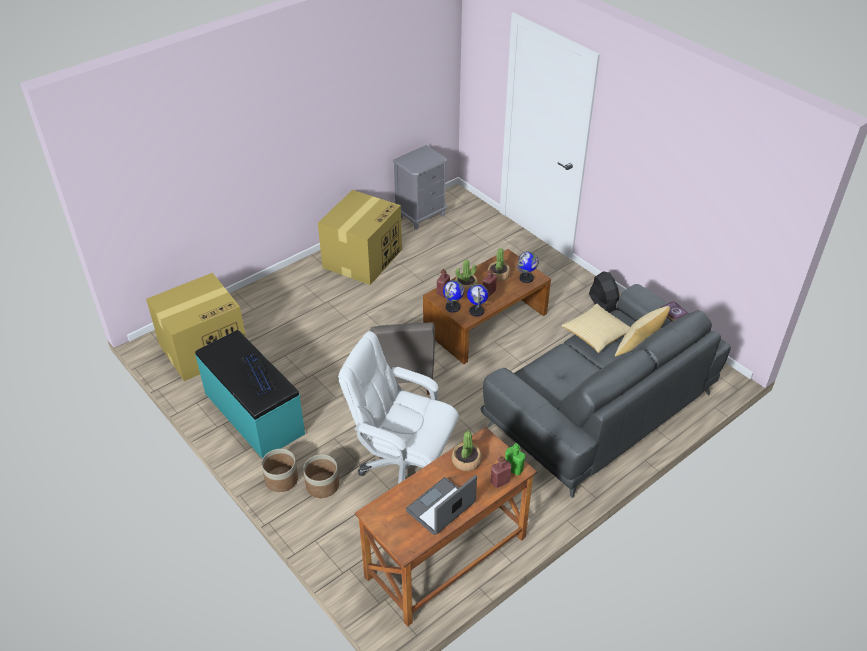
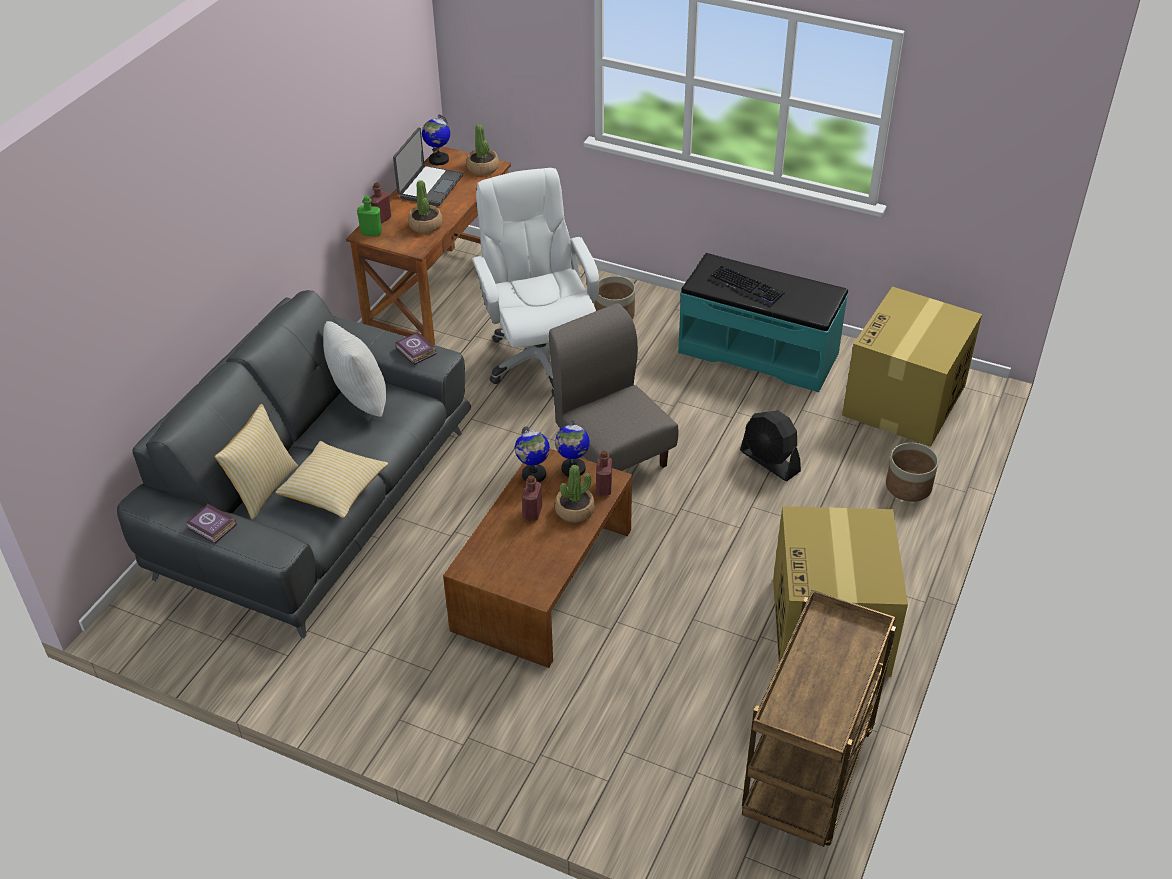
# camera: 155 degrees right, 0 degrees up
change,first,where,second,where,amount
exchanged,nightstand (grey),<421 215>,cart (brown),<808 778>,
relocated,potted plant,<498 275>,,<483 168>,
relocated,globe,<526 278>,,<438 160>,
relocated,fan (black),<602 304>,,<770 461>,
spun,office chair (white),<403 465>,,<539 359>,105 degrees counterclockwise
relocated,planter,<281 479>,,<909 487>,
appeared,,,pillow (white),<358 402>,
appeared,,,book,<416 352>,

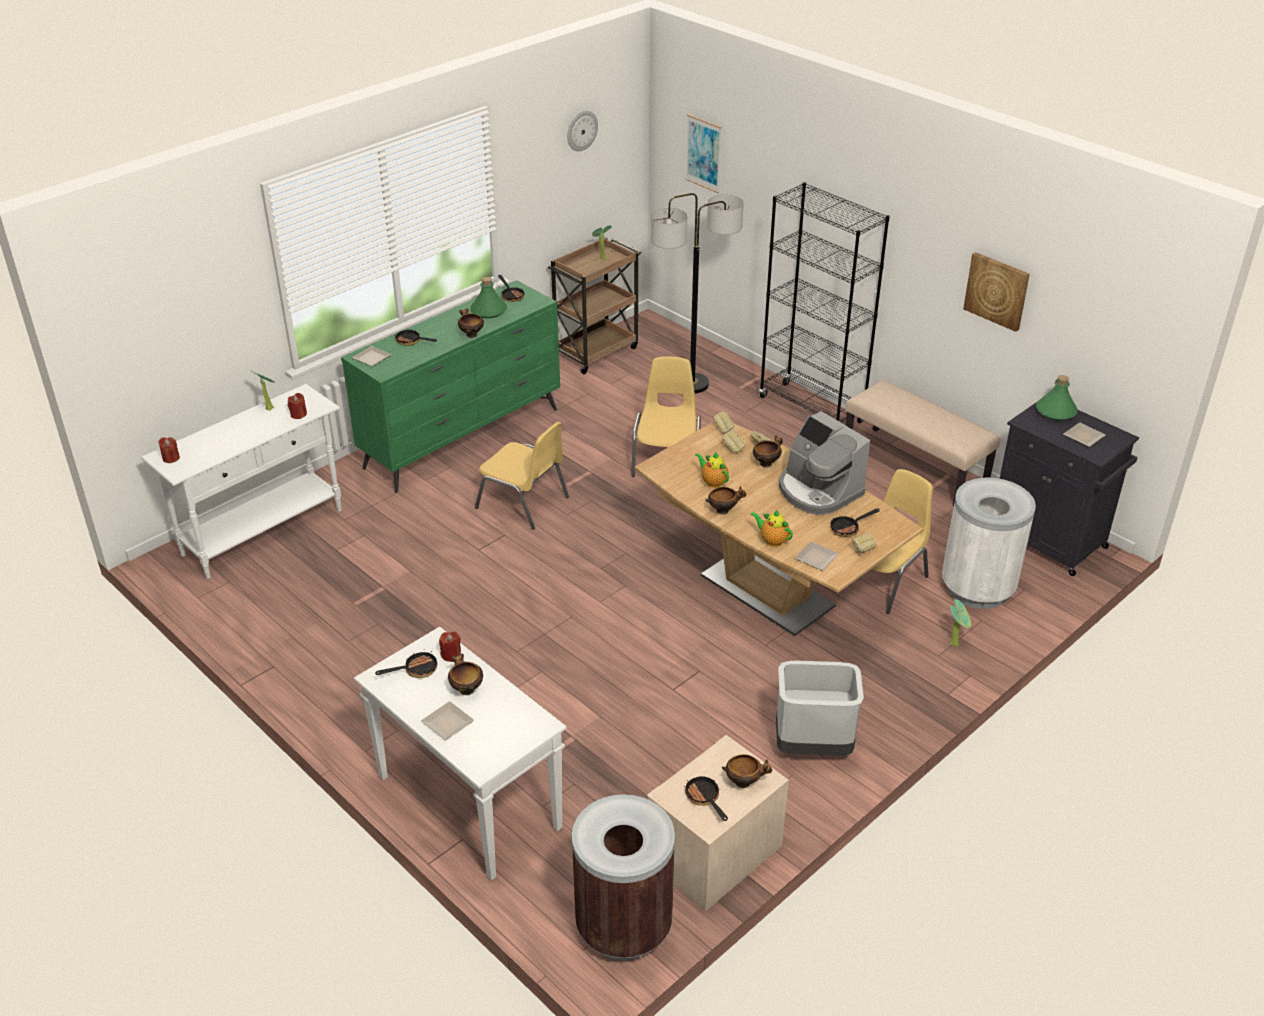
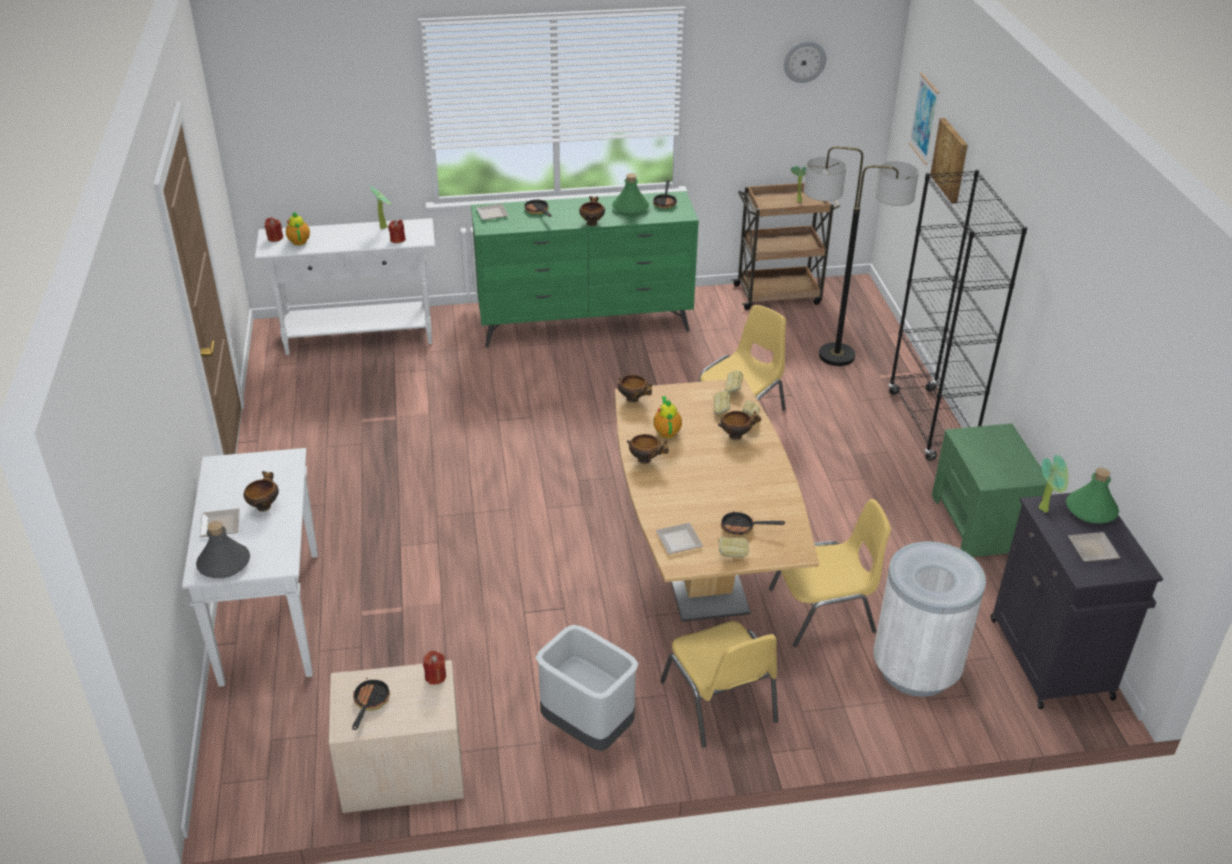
# camera: 35 degrees right, 0 degrees up
change,first,where,second,where,amount
relocated,picture,<997 291>,,<951 160>,
exchanged,bench (beige),<915 467>,nightstand (green),<981 522>,
missing,coffee machine,<818 491>,,,
relocated,chair (yellow),<524 503>,,<720 703>,
relocated,teapot,<772 540>,,<299 241>,
relocated,potted plant,<955 643>,,<1045 509>,
relocated,candle (red),<451 655>,,<435 676>,
missing,frying pan,<416 670>,,,
relocated,bowl,<744 782>,,<633 399>,
missing,trash can (brown),<623 928>,,,
appeared,,,bottle (grey),<224 563>,

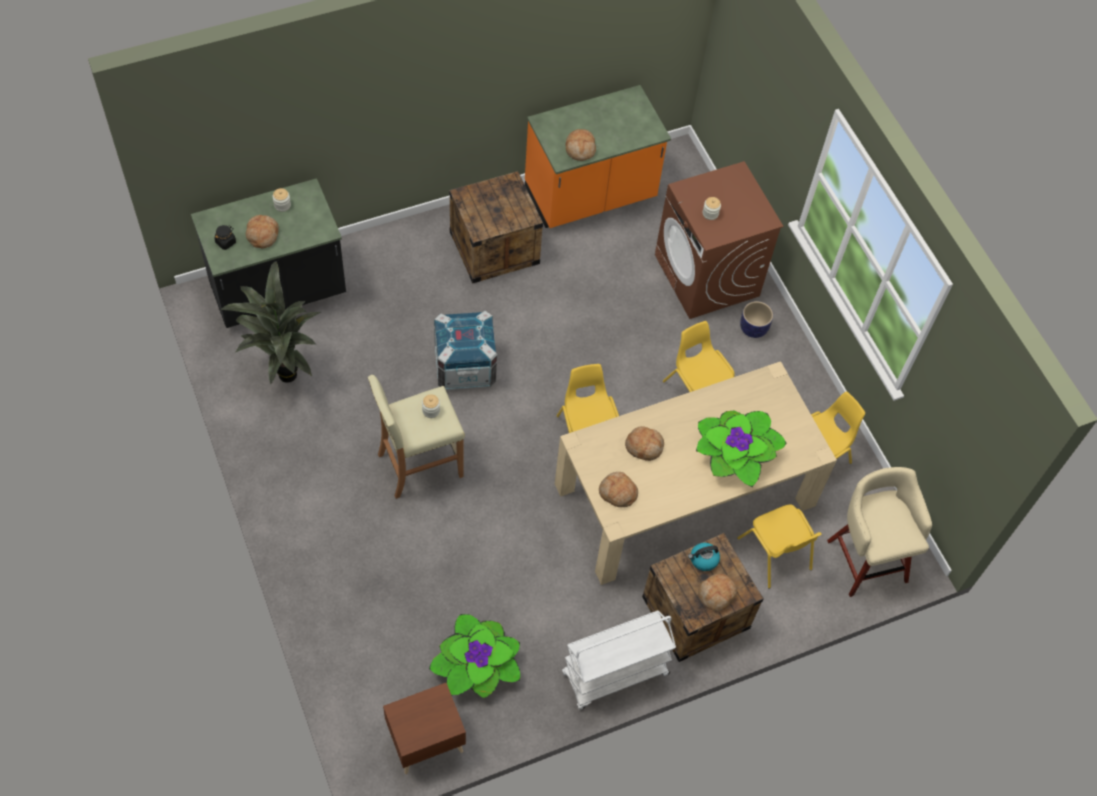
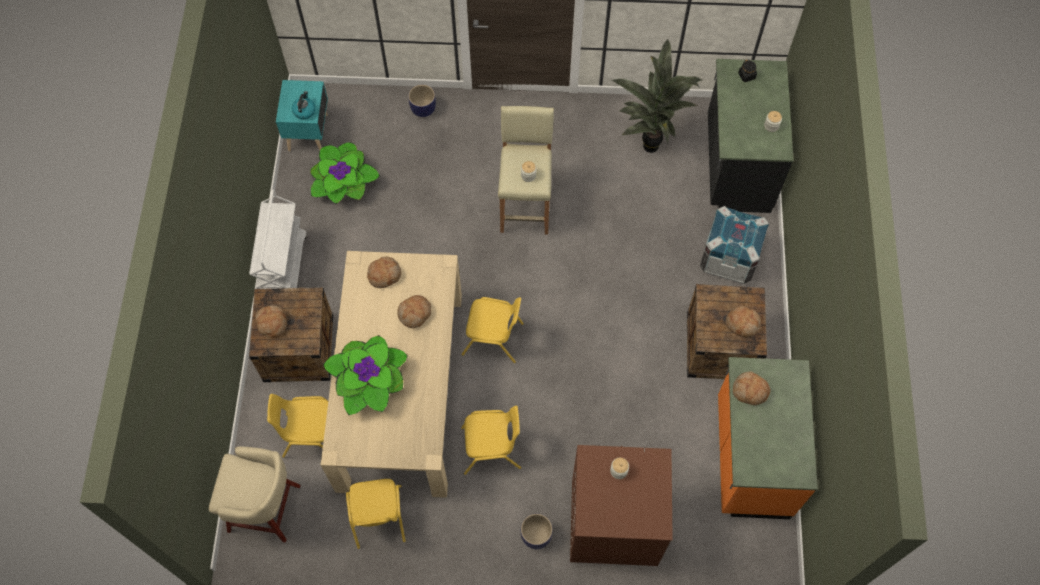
# camera: 120 degrees right, 5 degrees up
change,first,where,second,where,amount
relocated,bread,<262 234>,,<742 324>,
relocated,crate,<465 367>,,<729 258>,
relocated,kettle,<703 560>,,<304 111>,
colour,nightstand (brown),<424 741>,nightstand (turquoise),<309 132>,
appeared,,,planter,<423 108>,

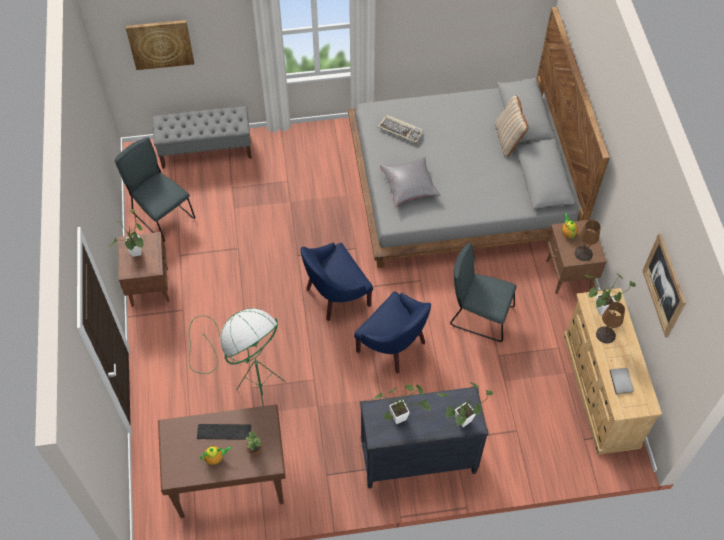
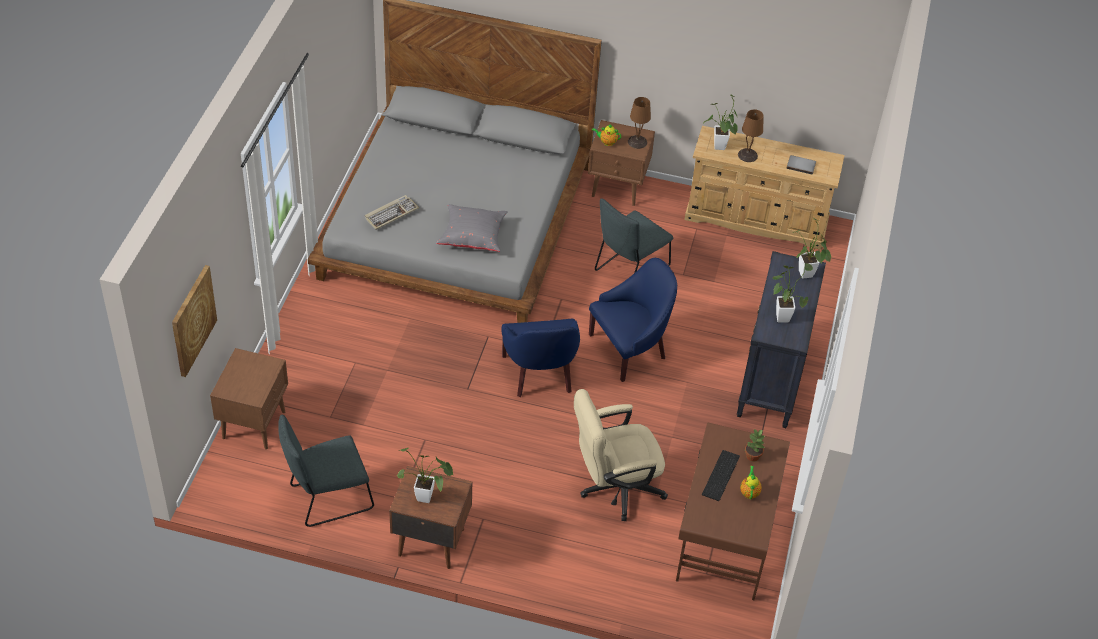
# camera: 70 degrees left, 10 degrees down
change,first,where,second,where,amount
missing,pillow (beige),<508 140>,,,
exchanged,bench (grey),<206 150>,nightstand (brown),<255 424>,
missing,picture,<664 285>,,,
exchanged,floor lamp (green),<247 383>,office chair (beige),<614 488>,

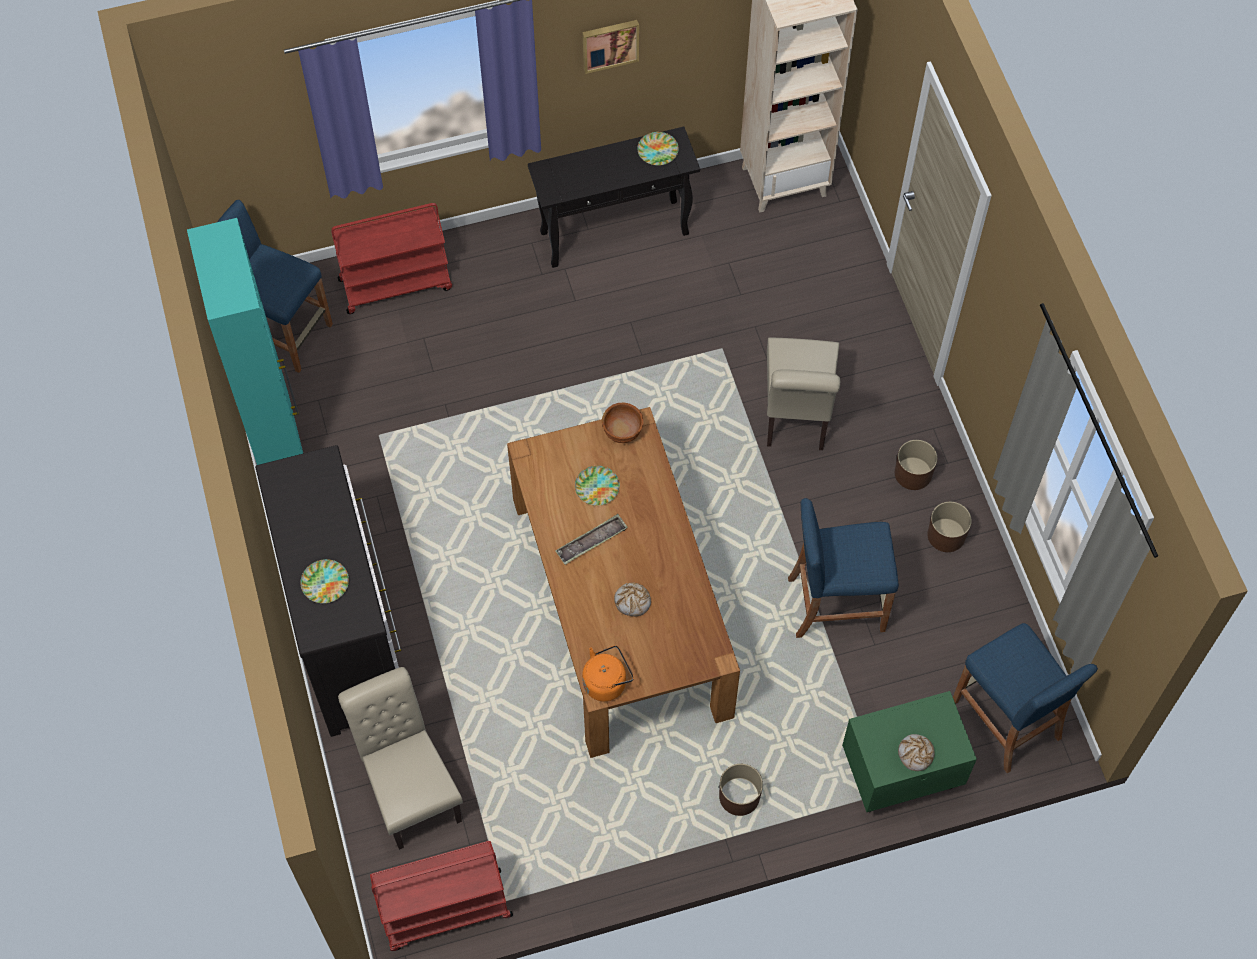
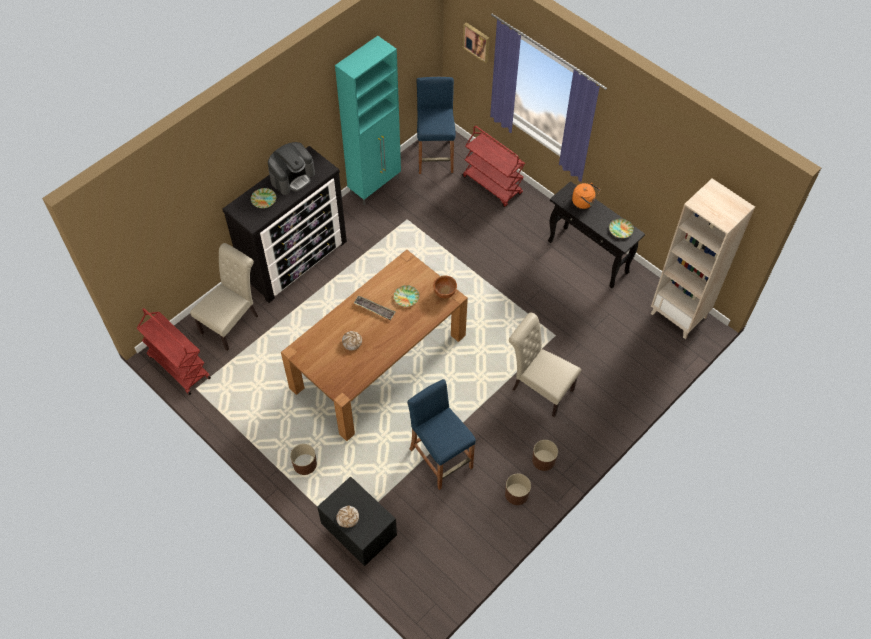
# camera: 60 degrees right, 5 degrees down
change,first,where,second,where,amount
relocated,picture,<610 44>,,<477 42>,
spun,chair (beige),<796 417>,,<539 388>,60 degrees clockwise
missing,stool (blue),<1005 719>,,,
relocated,kettle (orange),<607 682>,,<584 202>,
colour,nightstand (green),<899 775>,nightstand (black),<359 535>,
appeared,,,coffee machine,<292 177>,

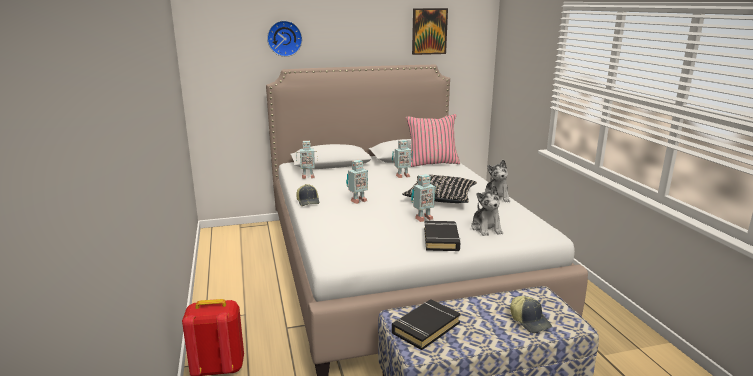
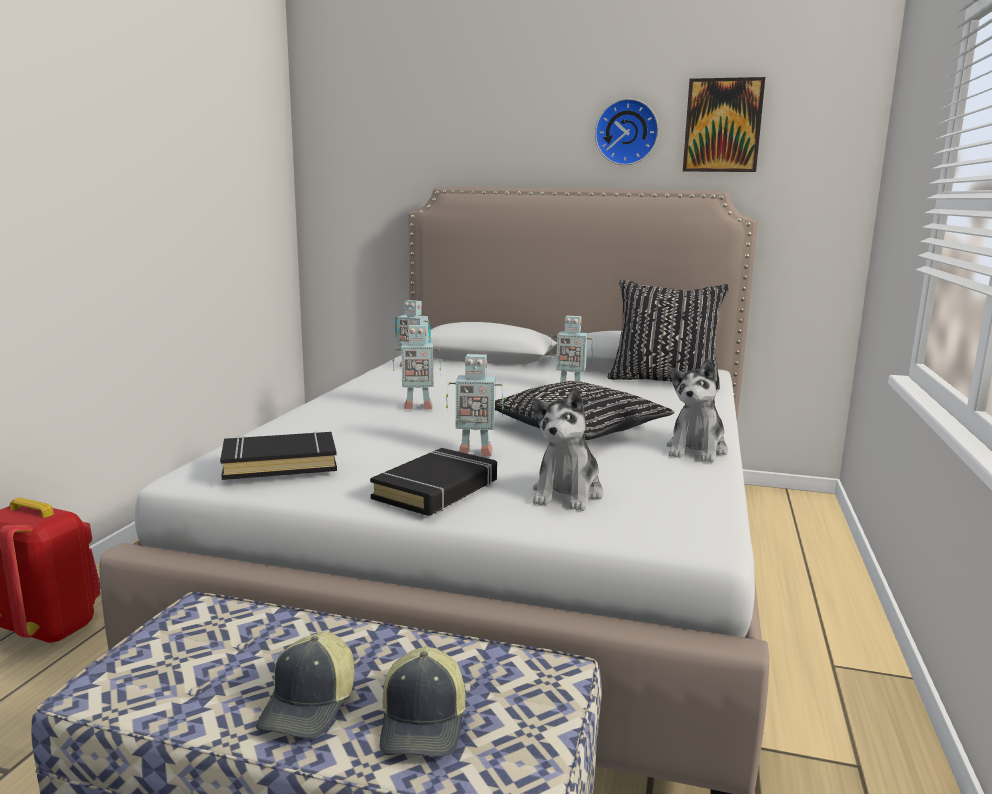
# camera: 30 degrees right, 5 degrees down
change,first,where,second,where,amount
relocated,wall clock,<284 38>,,<627 132>,
colour,pillow (pink),<432 163>,pillow (black),<664 380>,
relocated,cap,<308 201>,,<310 705>,
relocated,book (black),<425 328>,,<280 464>,

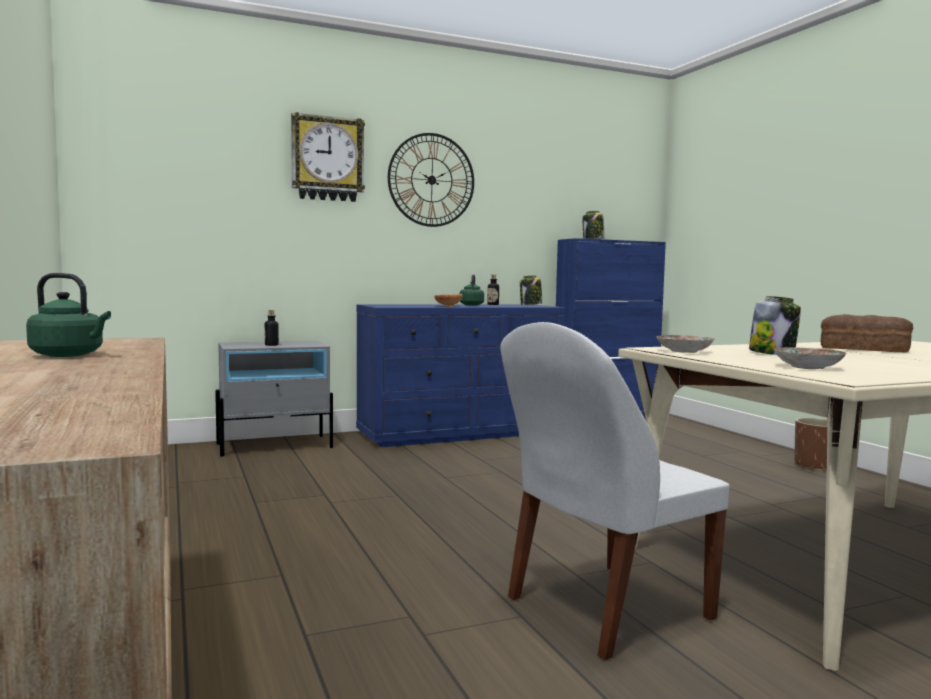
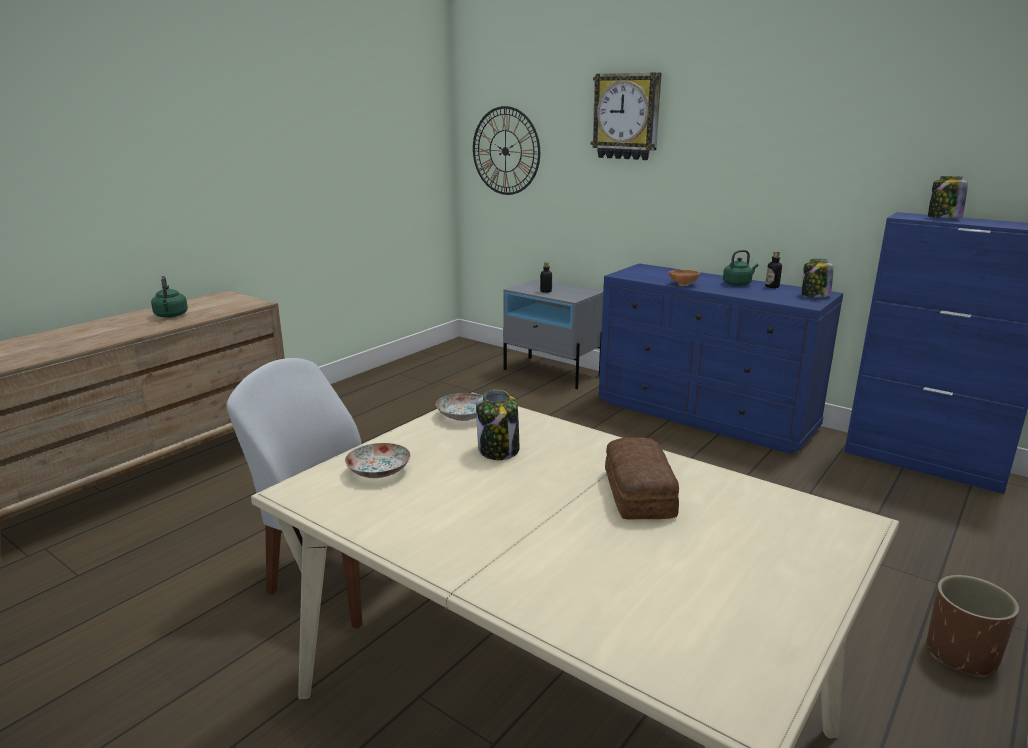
# camera: 60 degrees right, 15 degrees up
change,first,where,second,where,amount
relocated,wall clock,<431 180>,,<505 151>,

